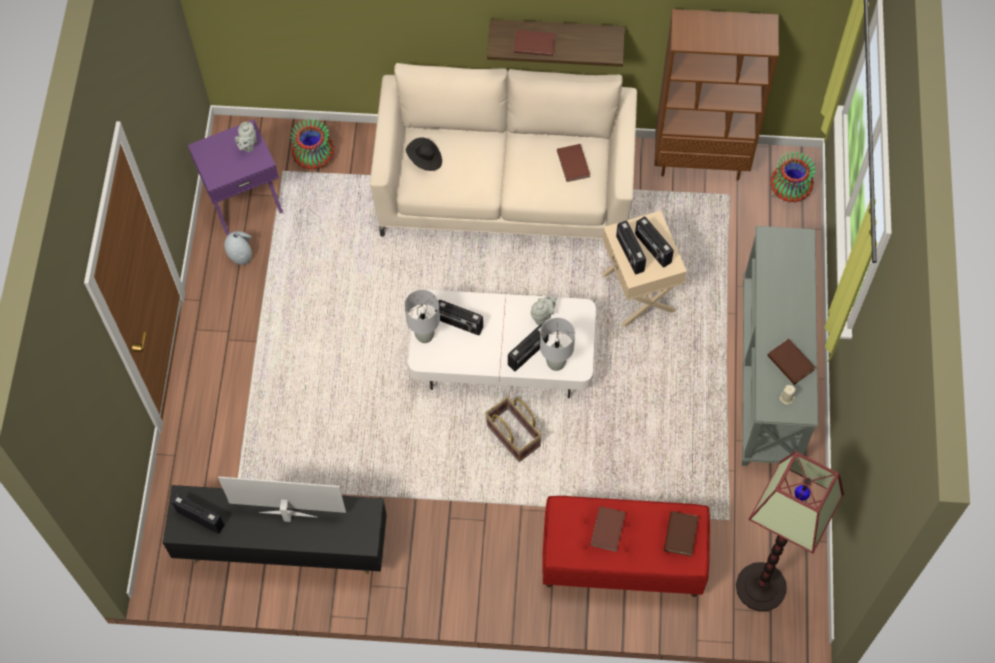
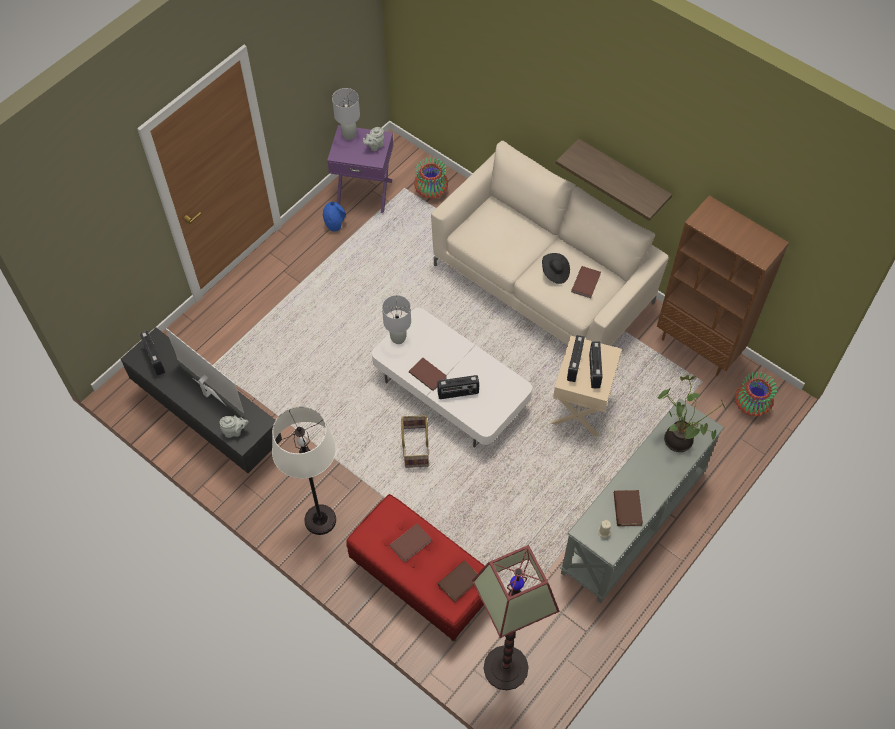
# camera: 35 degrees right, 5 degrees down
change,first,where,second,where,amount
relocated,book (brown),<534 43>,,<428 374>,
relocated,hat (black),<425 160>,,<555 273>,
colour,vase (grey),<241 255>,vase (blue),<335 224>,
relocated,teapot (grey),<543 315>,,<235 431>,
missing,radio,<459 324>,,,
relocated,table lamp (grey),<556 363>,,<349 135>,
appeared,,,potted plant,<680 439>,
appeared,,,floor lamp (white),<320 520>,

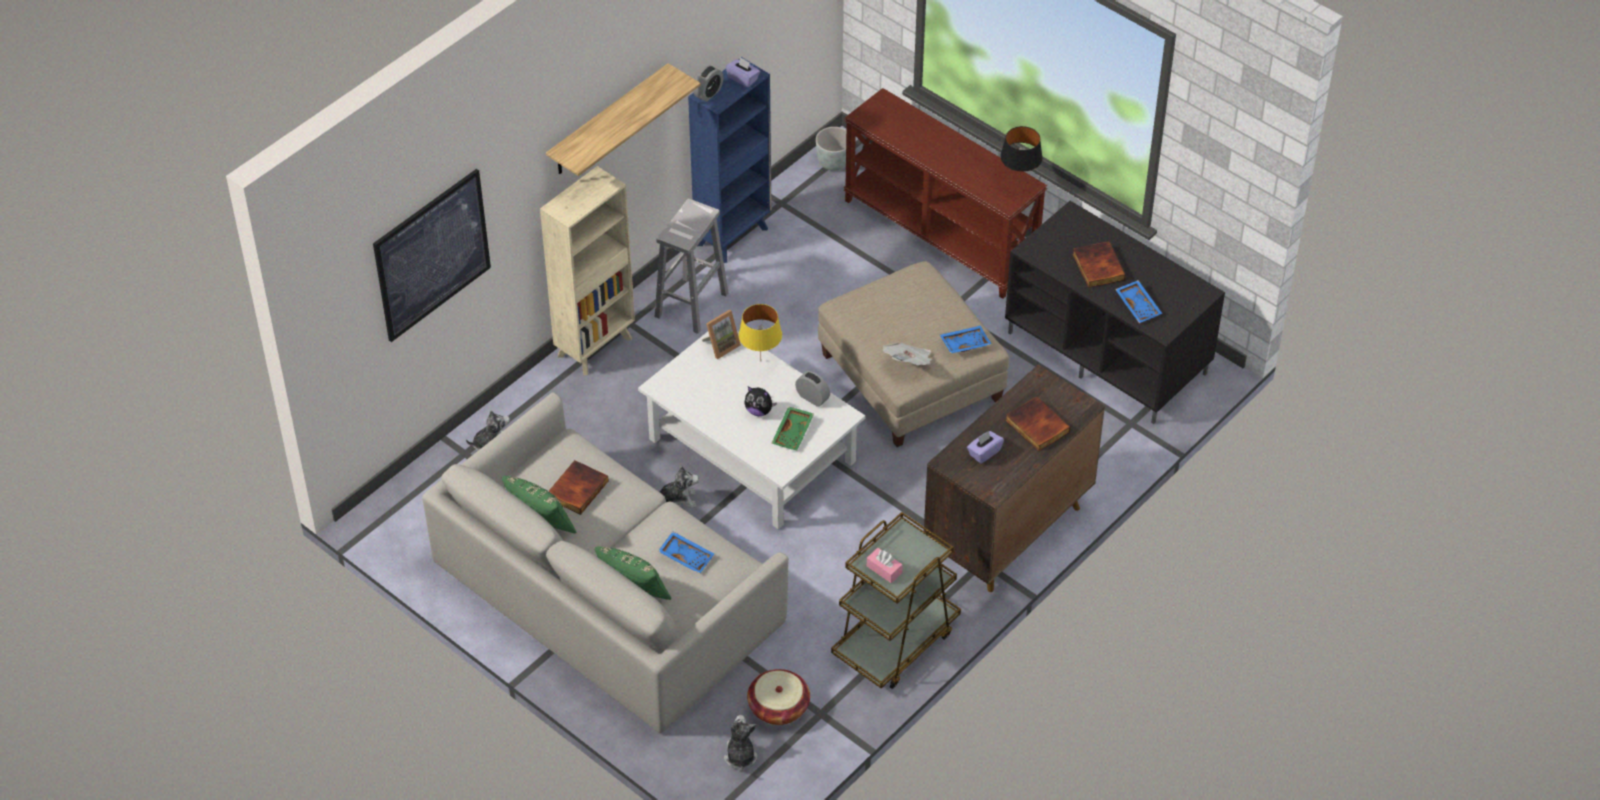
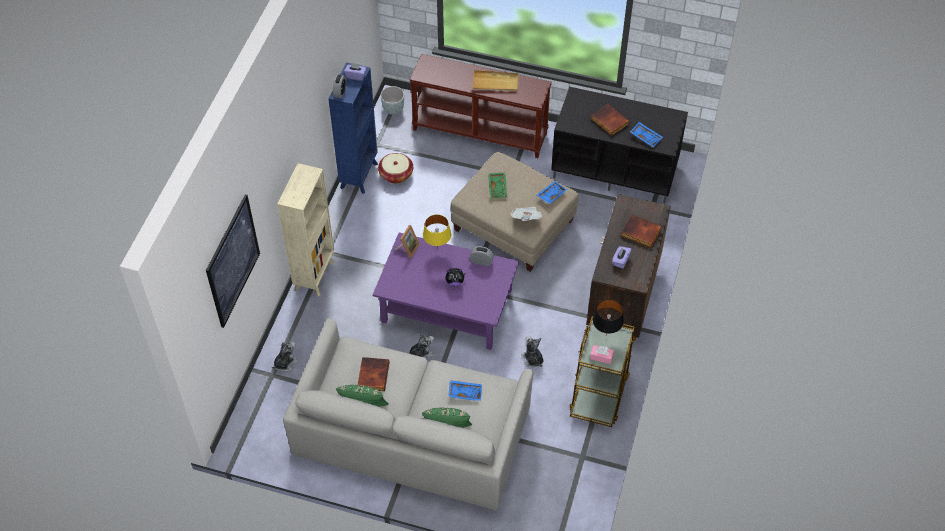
# camera: 25 degrees left, 5 degrees up
change,first,where,second,where,amount
missing,shelf,<608 121>,,,
relocated,table lamp (black),<1018 184>,,<605 336>,
missing,stool (white),<692 304>,,,
colour,coffee table (white),<751 450>,coffee table (purple),<447 306>,
relocated,tray (green),<793 433>,,<498 188>,
relocated,basket,<778 707>,,<396 174>,
relocated,plush toy,<740 756>,,<532 359>,
appeared,,,tray (beige),<495 83>,

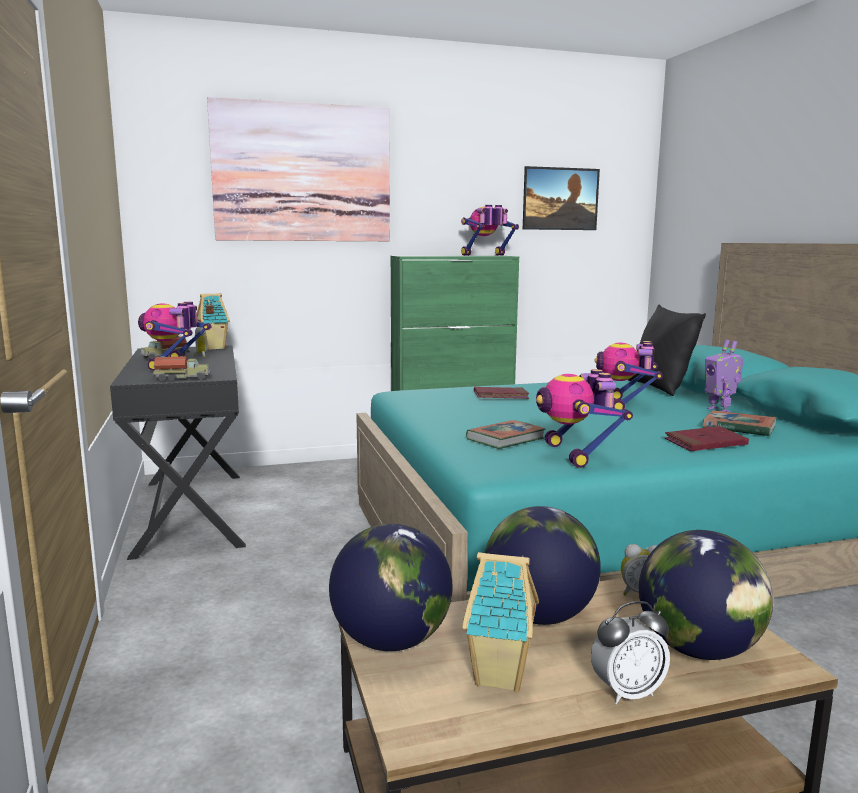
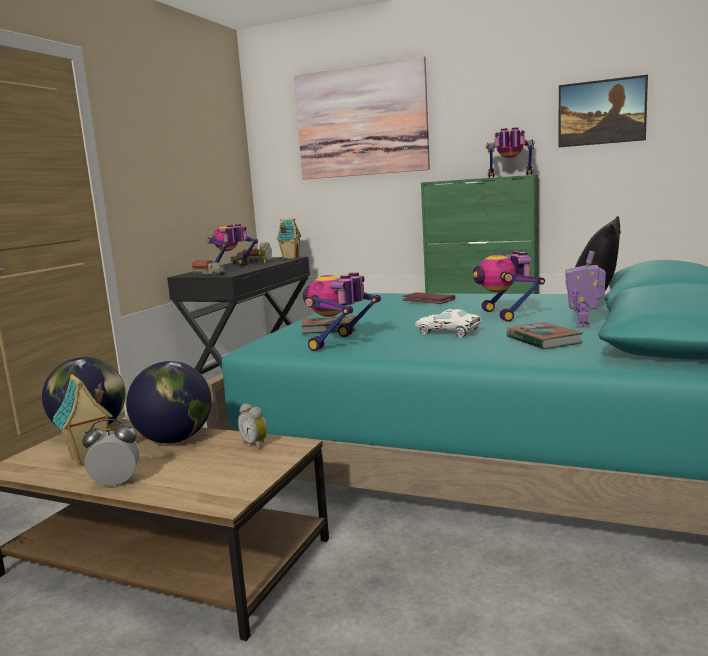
# camera: 40 degrees right, 0 degrees up
change,first,where,second,where,amount
spun,toy robot,<626 406>,,<505 315>,60 degrees counterclockwise
missing,book (red),<705 443>,,,
missing,globe,<699 649>,,,
spun,alarm clock,<627 692>,,<116 483>,150 degrees clockwise
appeared,,,toy car (white),<450 332>,

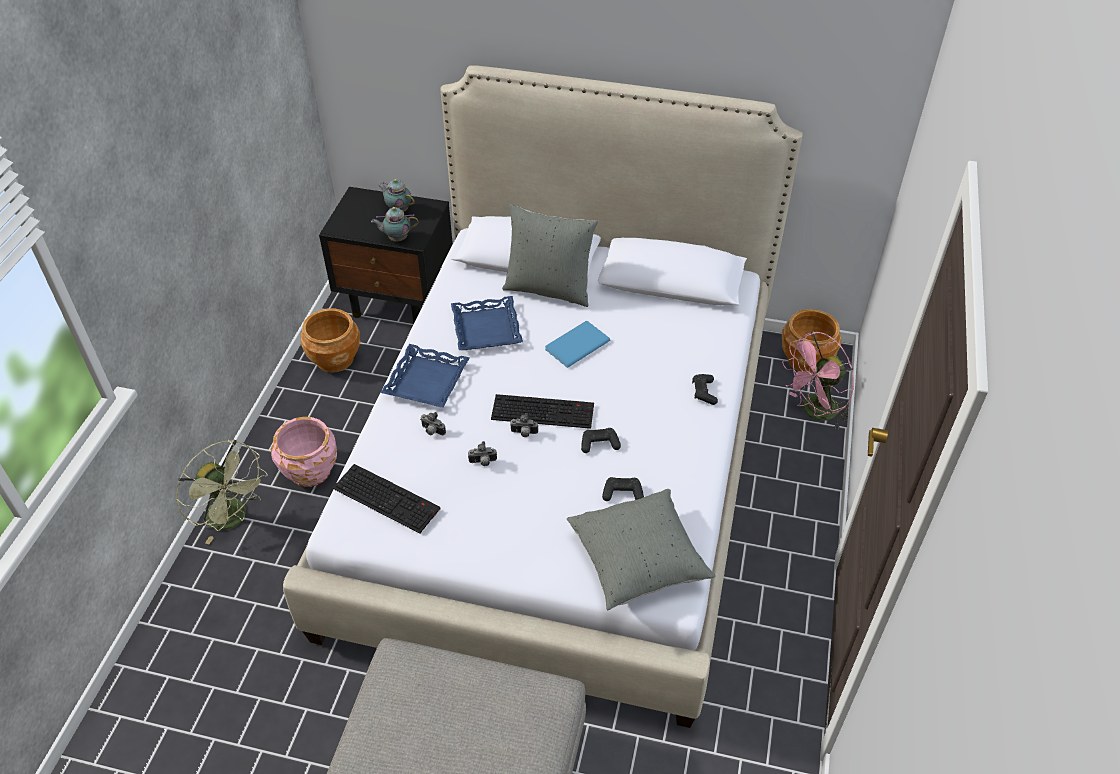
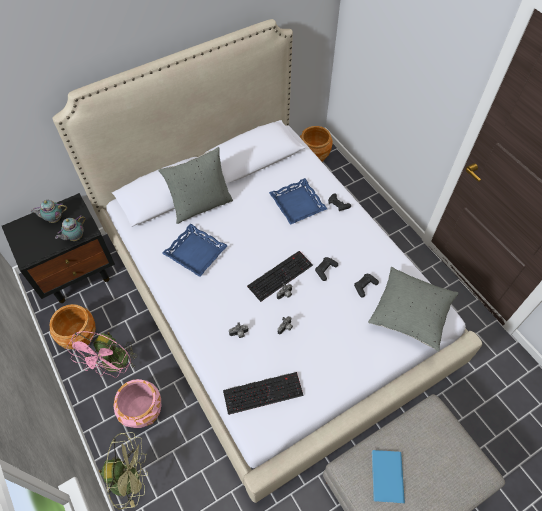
# camera: 45 degrees left, 10 degrees up
change,first,where,second,where,amount
relocated,book (blue),<575 345>,,<386 477>,
relocated,fan (pink),<814 412>,,<113 366>,
relocated,tray (blue),<427 381>,,<298 204>,

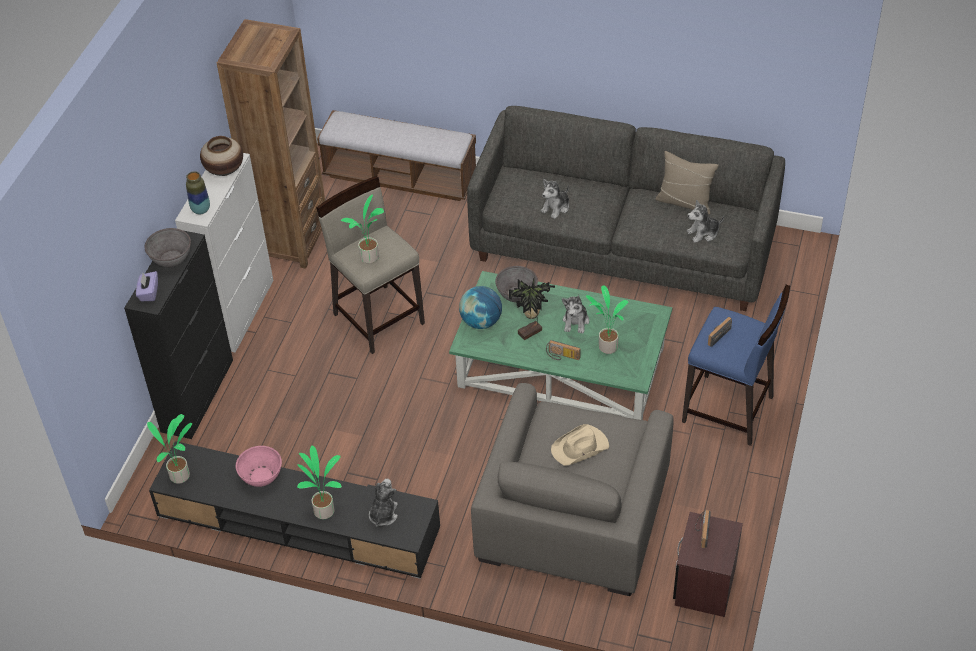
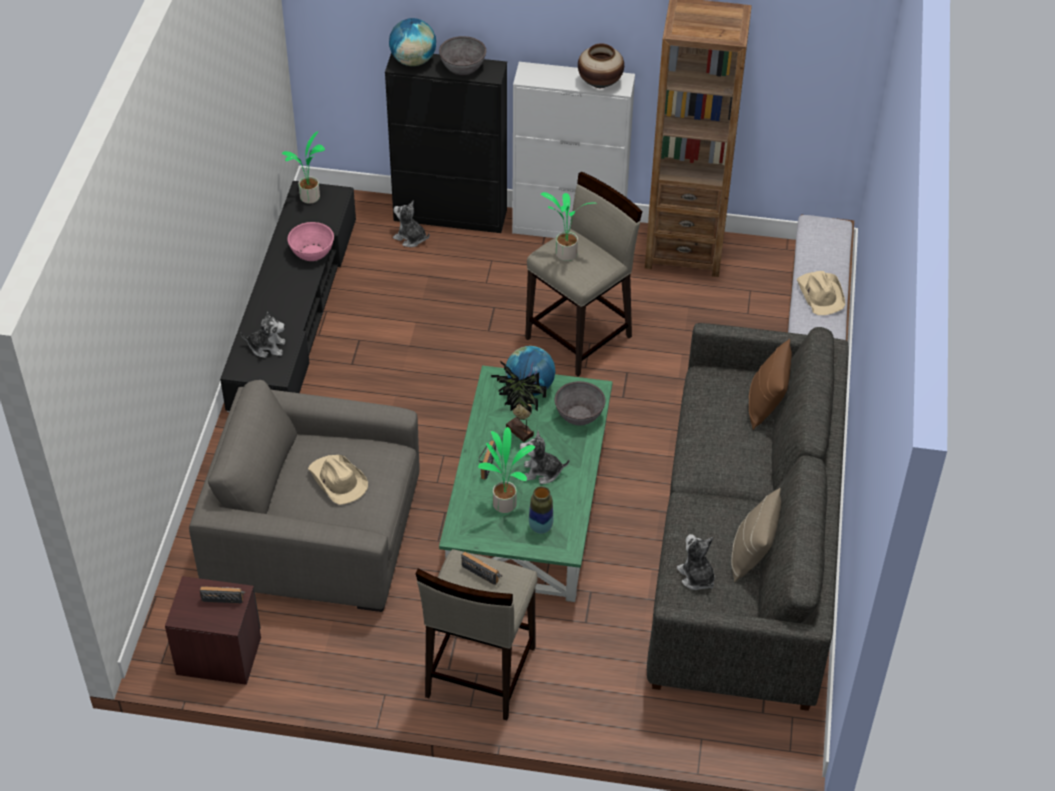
# camera: 80 degrees right, 0 degrees up
change,first,where,second,where,amount
relocated,vase,<201 210>,,<540 527>,
relocated,plush toy,<556 207>,,<410 238>,
exchanged,tissue box (purple),<148 293>,globe,<413 61>,
colour,stool (blue),<728 410>,stool (beige),<479 672>,
missing,potted plant,<324 510>,,,
appeared,,,hat (beige),<821 294>,
appeared,,,pillow (brown),<766 405>,

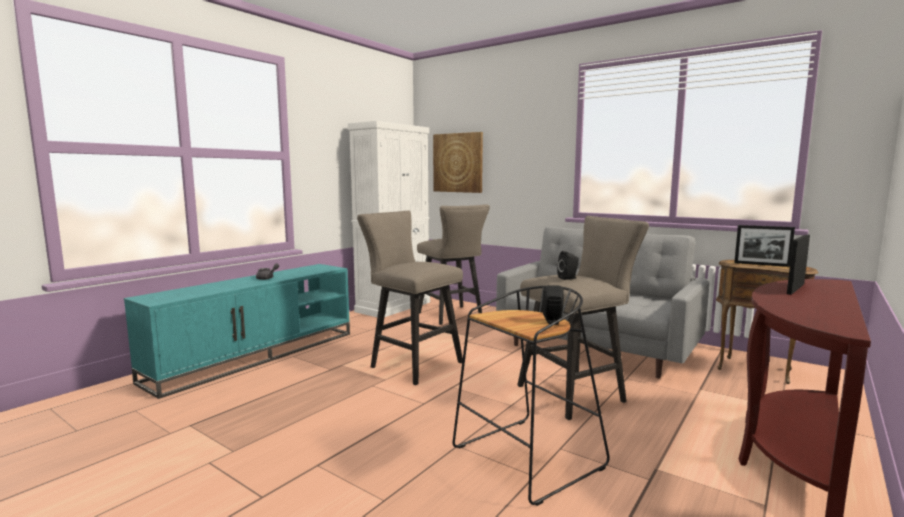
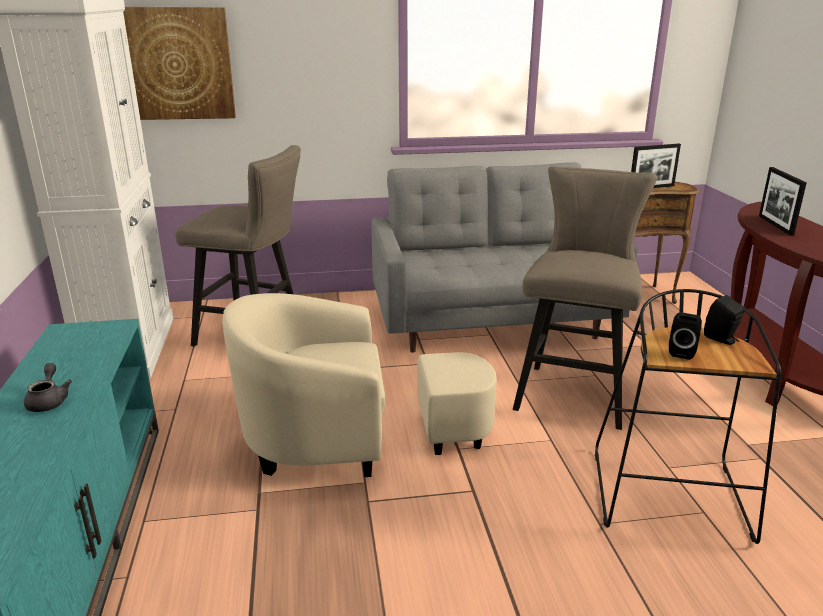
# camera: 45 degrees left, 15 degrees up
change,first,where,second,where,amount
exchanged,stool (beige),<411 364>,armchair (beige),<350 439>,
relocated,speaker (black),<568 278>,,<682 352>,

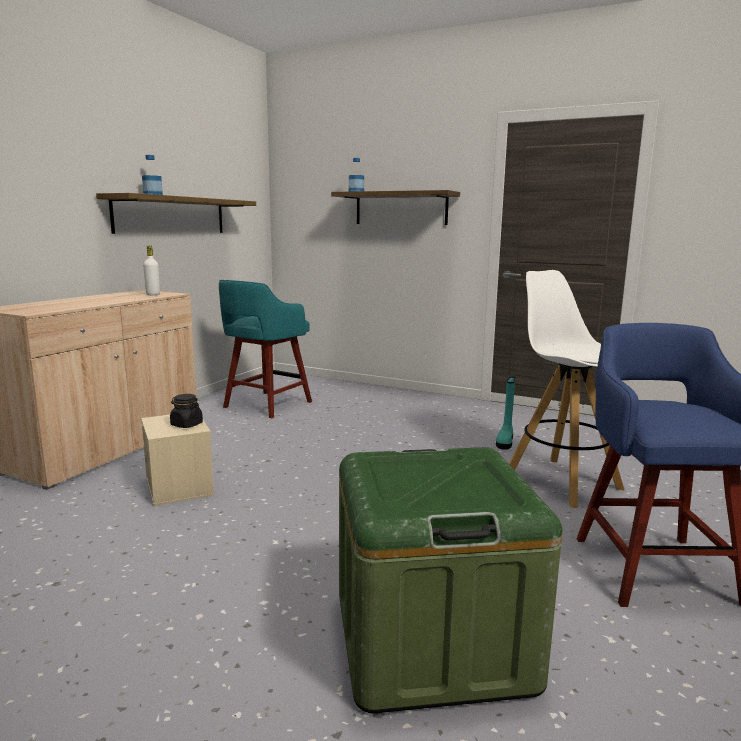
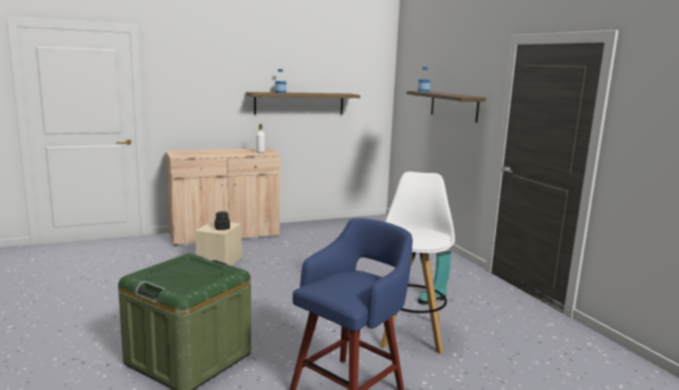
# camera: 40 degrees right, 0 degrees up
change,first,where,second,where,amount
missing,stool (turquoise),<266 405>,,,

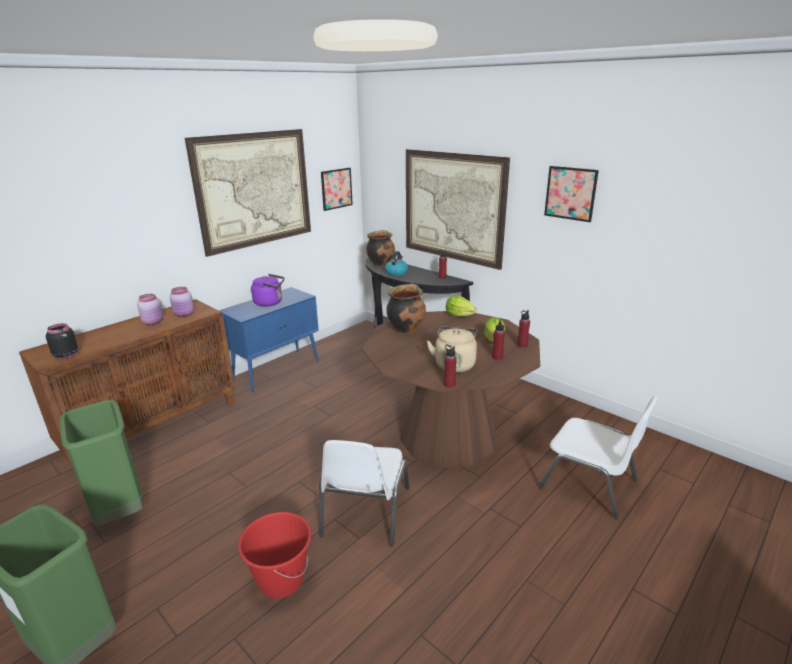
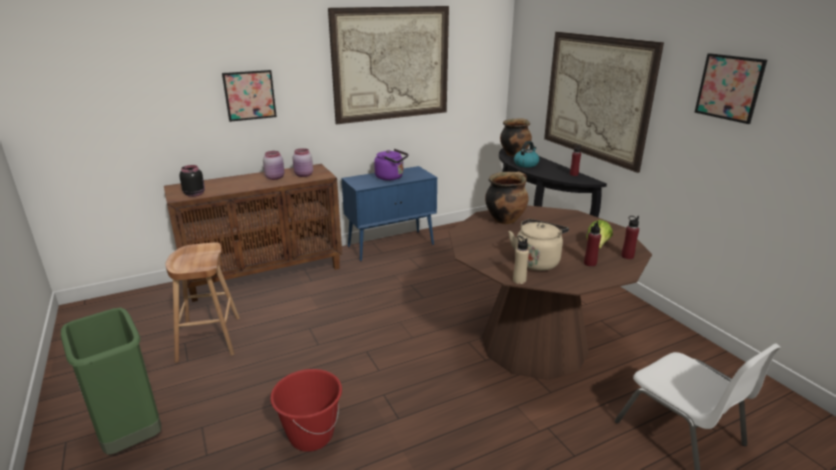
# camera: 20 degrees right, 0 degrees up
change,first,where,second,where,amount
relocated,picture,<336 188>,,<249 95>,
missing,lettuce,<459 315>,,,
colour,bottle (red),<449 384>,bottle (beige),<519 280>,
exchanged,trash can (green),<119 511>,stool (brown),<209 339>,
missing,chair (white),<364 512>,,,

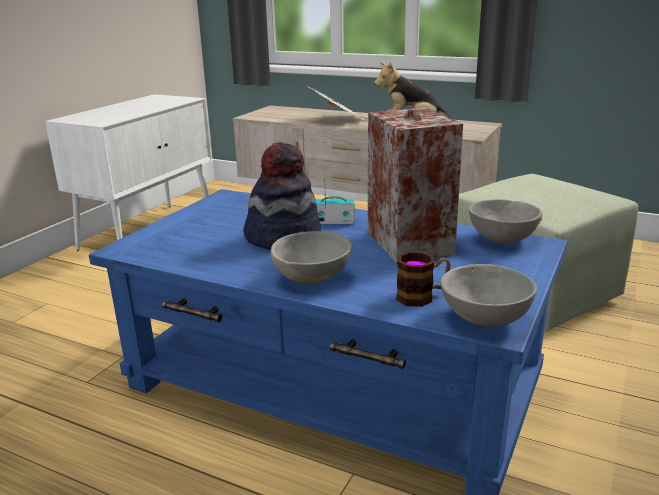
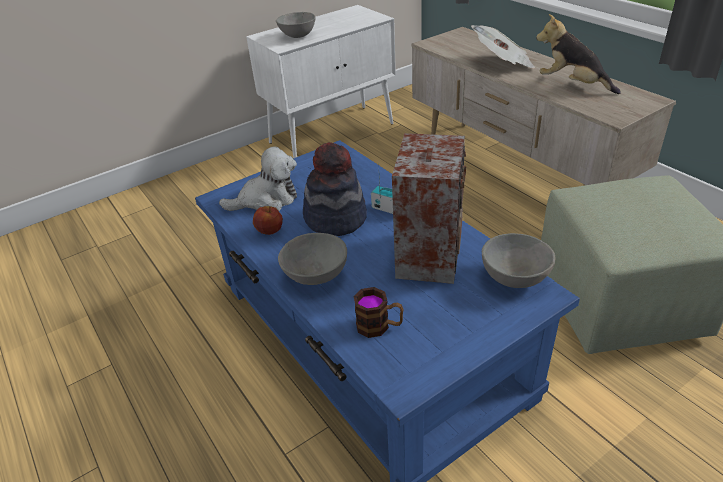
# camera: 30 degrees right, 15 degrees up
change,first,where,second,where,amount
relocated,bowl (grey),<484 321>,,<297 36>,
appeared,,,plush toy,<267 200>,
appeared,,,apple,<269 230>,

